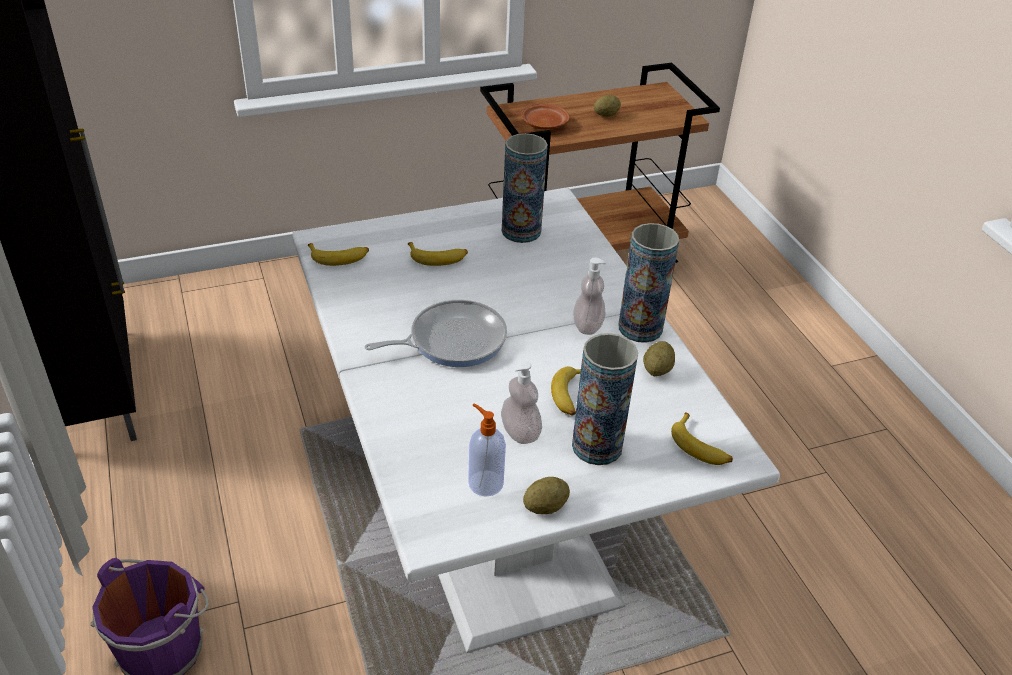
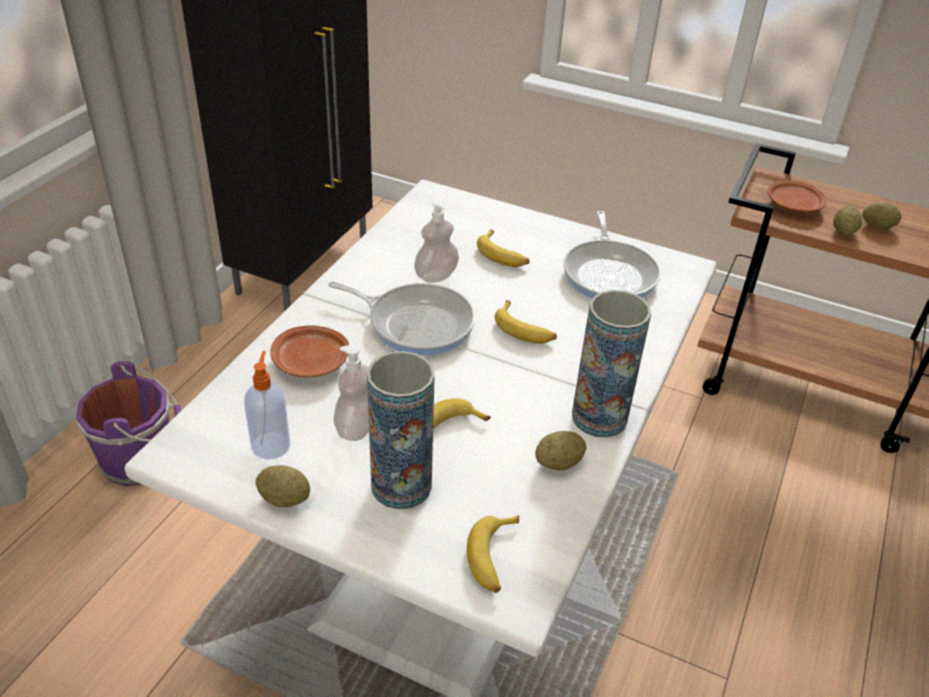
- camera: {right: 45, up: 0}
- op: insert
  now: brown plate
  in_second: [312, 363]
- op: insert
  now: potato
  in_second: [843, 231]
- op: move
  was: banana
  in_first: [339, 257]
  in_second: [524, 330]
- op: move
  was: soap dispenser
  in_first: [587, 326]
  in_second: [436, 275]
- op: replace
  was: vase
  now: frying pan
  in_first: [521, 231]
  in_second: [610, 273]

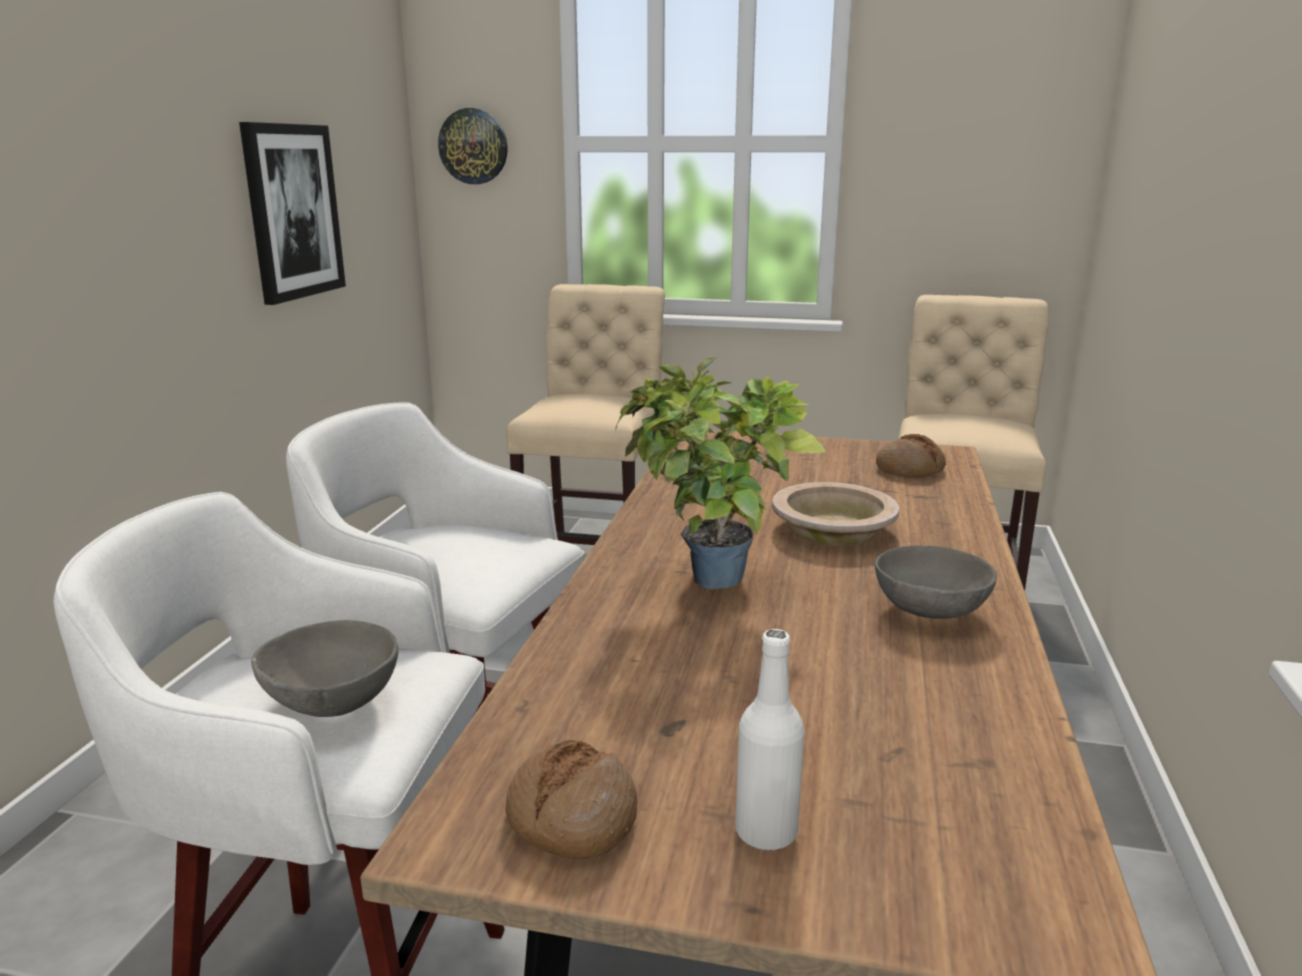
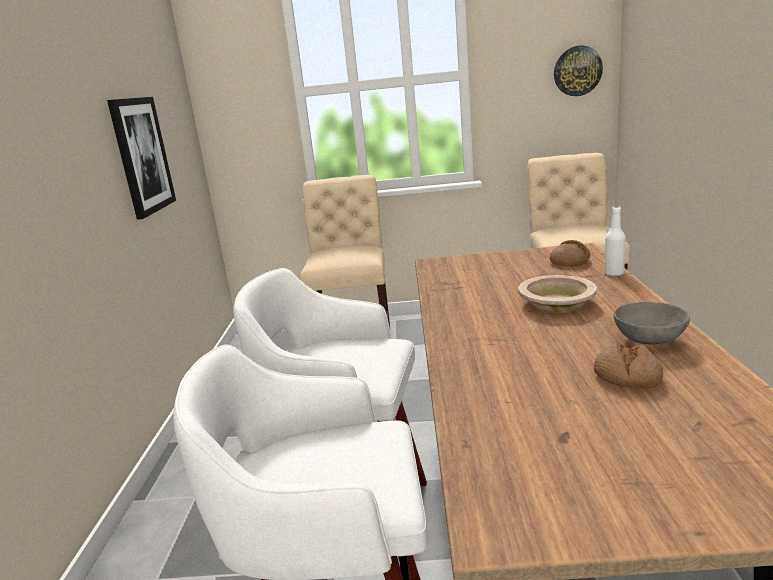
- camera: {right: -10, up: 0}
- op: delete
  was: grey bowl
  in_first: [334, 703]
- op: delete
  was: potted plant
  in_first: [708, 585]
- op: move
  was: wall clock
  in_first: [473, 146]
  in_second: [577, 71]
- op: move
  was: bread
  in_first: [571, 817]
  in_second: [627, 377]
- op: move
  was: white bottle
  in_first: [766, 832]
  in_second: [614, 273]

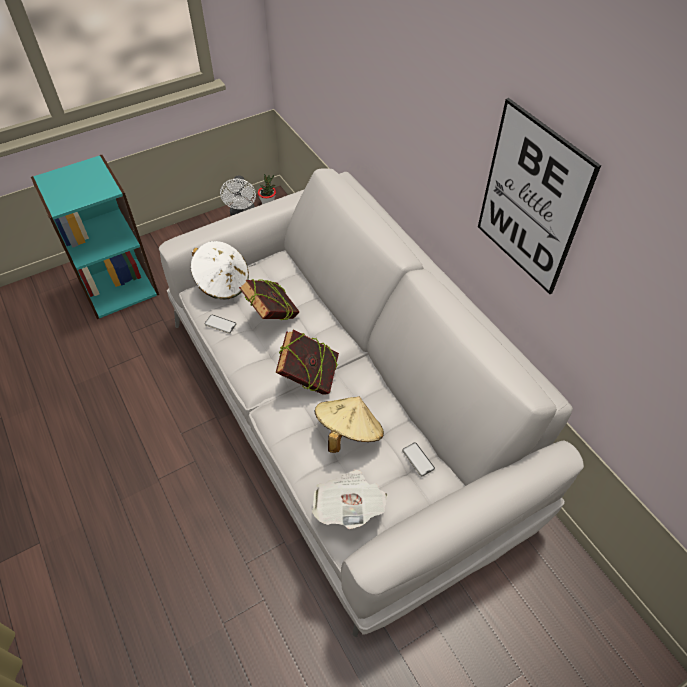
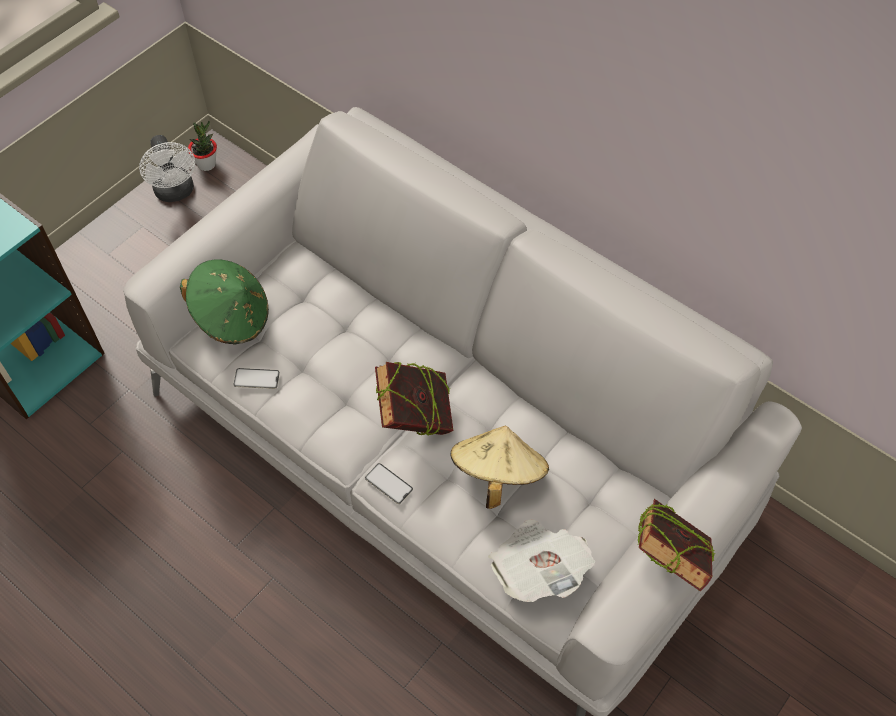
- camera: {right: -20, up: 5}
- op: delete
  was: picture
  in_first: [531, 200]
- op: move
  was: book
  in_first: [272, 318]
  in_second: [668, 562]
- op: move
  was: phone
  in_first: [418, 459]
  in_second: [389, 483]
- op: recolor
  was: white hat
  now: green hat
  in_first: [222, 283]
  in_second: [232, 317]

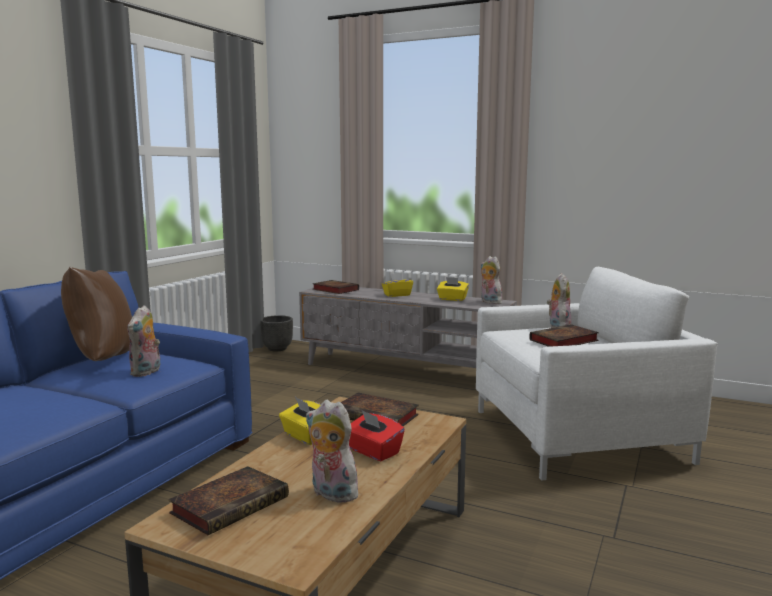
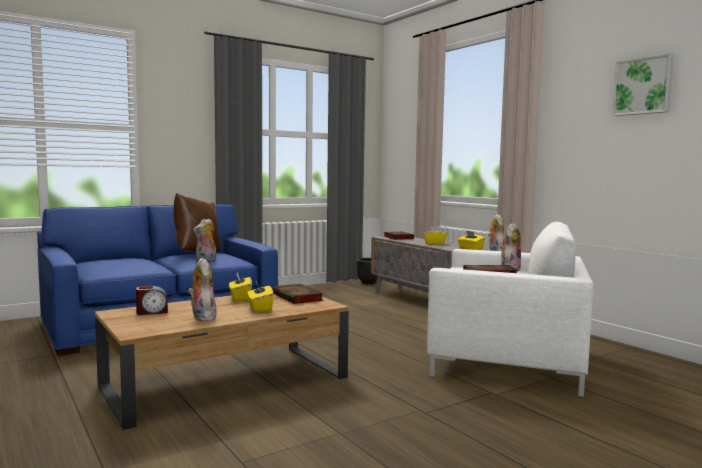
- camera: {right: 30, up: -5}
- op: insert
  now: picture
  in_second: [643, 86]
- op: replace
  was: book
  now: alarm clock
  in_first: [232, 504]
  in_second: [152, 312]
- op: recolor
  was: red tissue box
  now: yellow tissue box
  in_first: [373, 452]
  in_second: [260, 308]

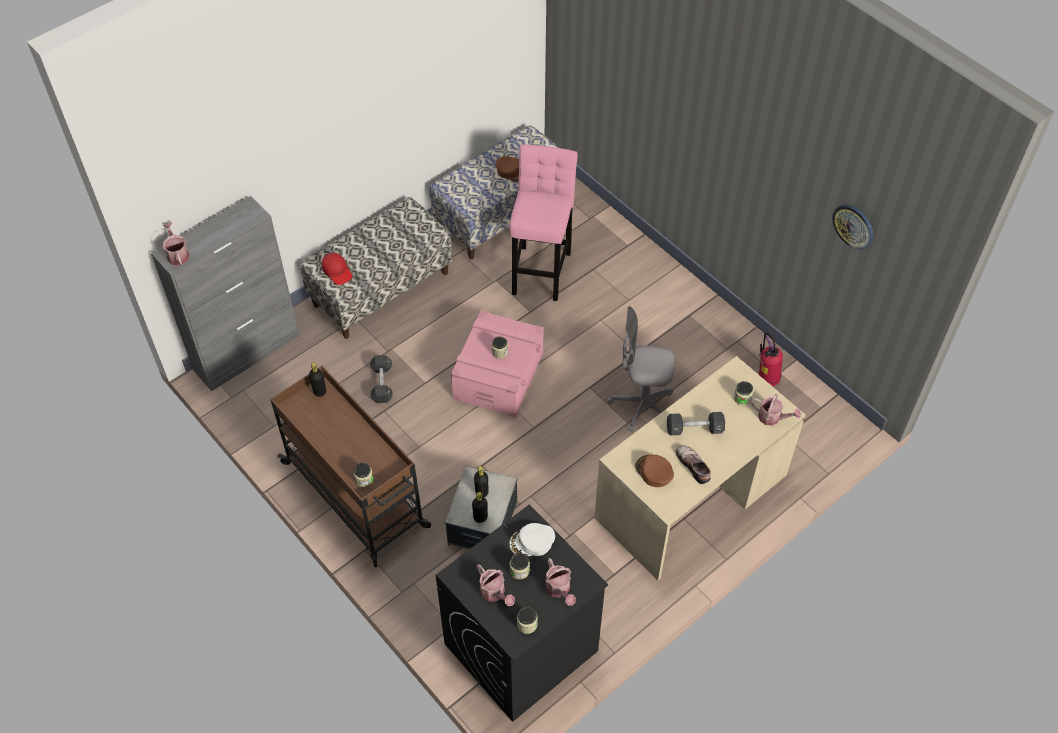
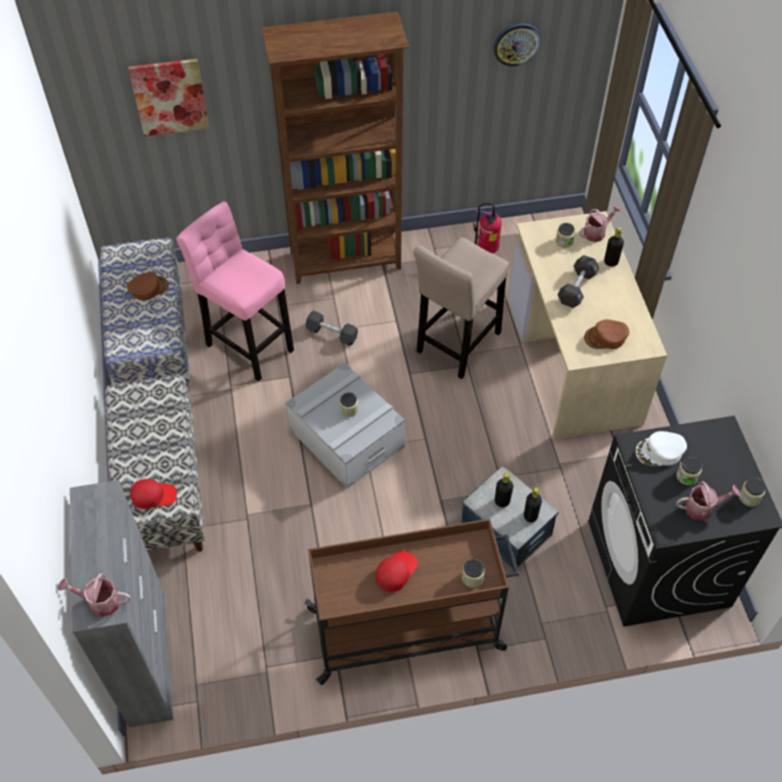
- camera: {right: -60, up: 0}
- op: delete
  was: watering can
  in_first: [559, 589]
- op: delete
  was: shoe
  in_first: [694, 465]
- op: insert
  now: picture
  in_second: [169, 97]
- op: insert
  now: brown bookcase
  in_second: [346, 261]
- op: insert
  now: red cap
  in_second: [396, 572]
- op: move
  was: black bottle
  in_first: [319, 391]
  in_second: [611, 262]
- op: move
  was: black dumbbell
  in_first: [382, 384]
  in_second: [332, 334]
- op: replace
  was: grey office chair
  now: beige stool
  in_first: [642, 406]
  in_second: [456, 346]
- op: recolor
  was: pink storage box
  now: grey storage box
  in_first: [498, 375]
  in_second: [346, 438]
- op: rotate
  was: white cap
  in_first: [532, 542]
  in_second: [660, 452]
  clockwise: 60

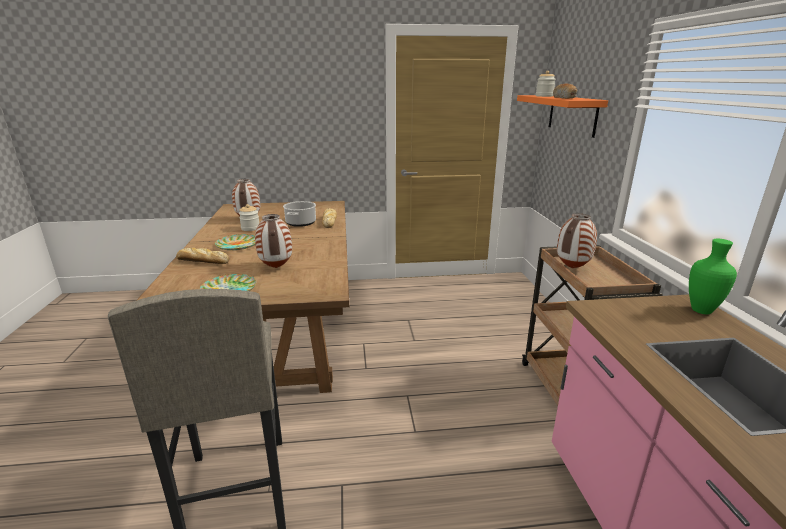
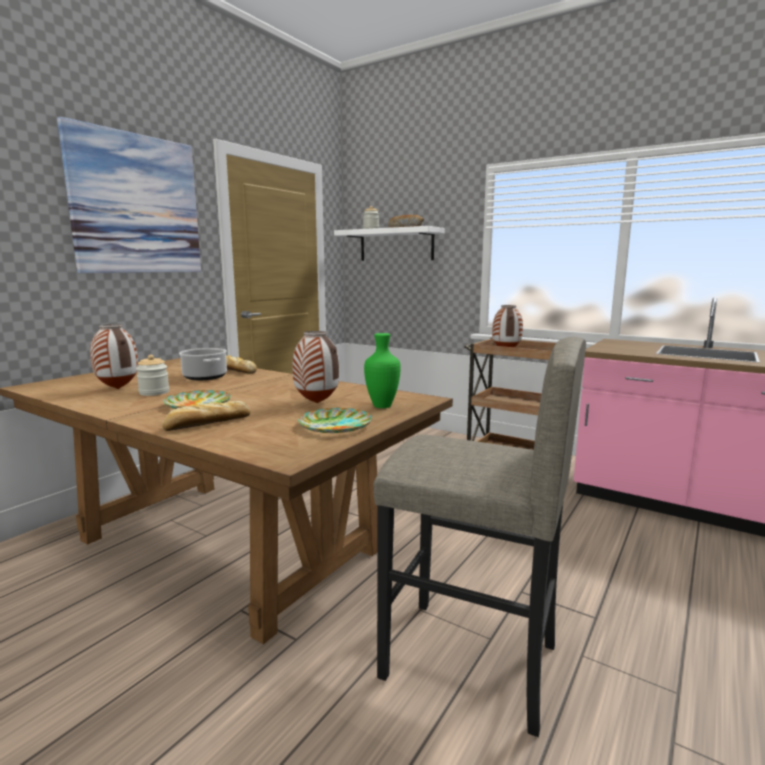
- camera: {right: -50, up: -10}
- op: insert
  now: picture
  in_second: [136, 205]
- op: move
  was: green vase
  in_first: [702, 311]
  in_second: [383, 406]
- op: recolor
  was: orange shelf
  now: white shelf
  in_first: [572, 114]
  in_second: [396, 245]

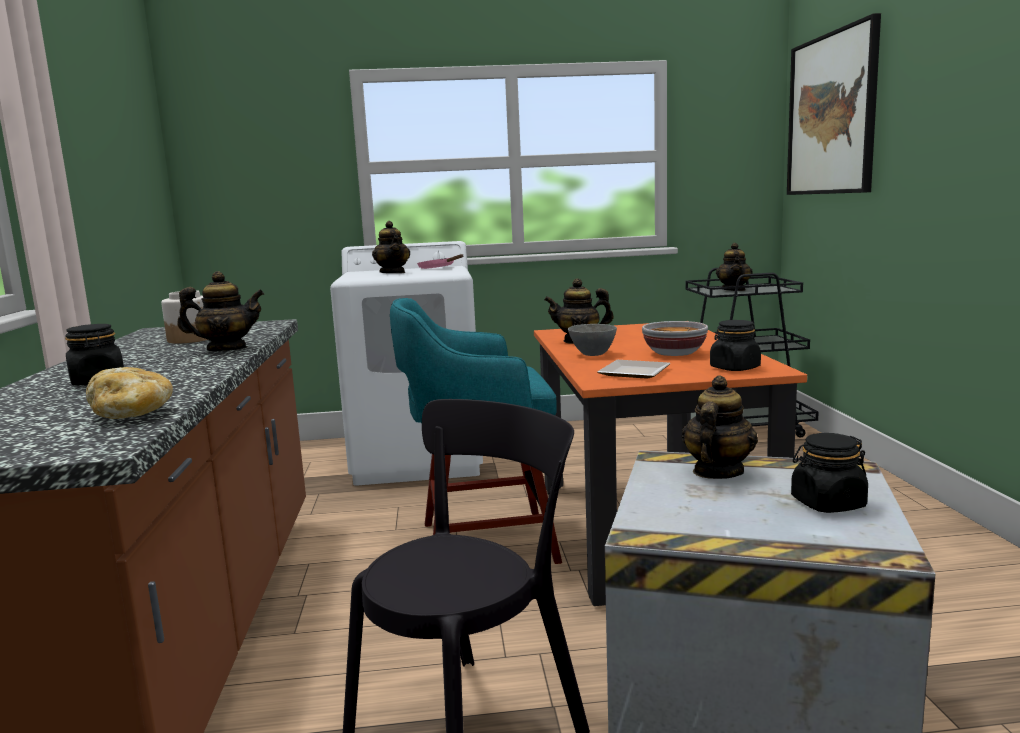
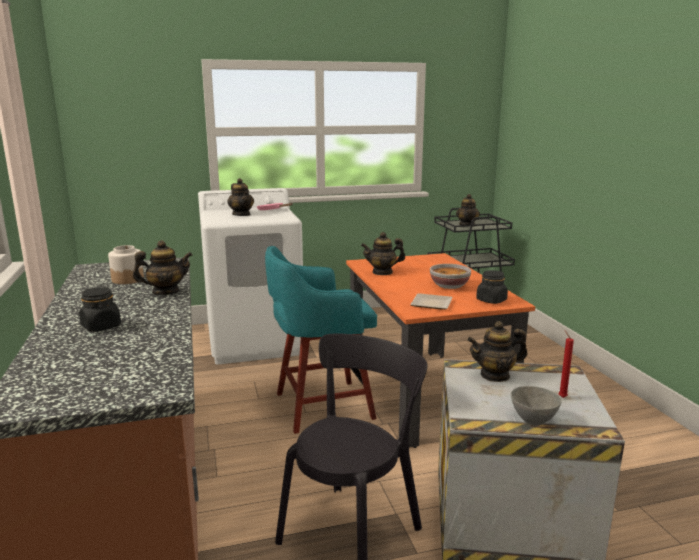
- camera: {right: -10, up: 5}
- op: delete
  was: bread
  in_first: [132, 414]
- op: delete
  was: picture
  in_first: [831, 114]
- op: move
  was: grey bowl
  in_first: [592, 354]
  in_second: [532, 421]
- op: replace
  was: black jar
  now: red candle
  in_first: [827, 504]
  in_second: [561, 397]
- op: rotate
  was: teapot
  in_first: [717, 472]
  in_second: [495, 375]
  clockwise: -120

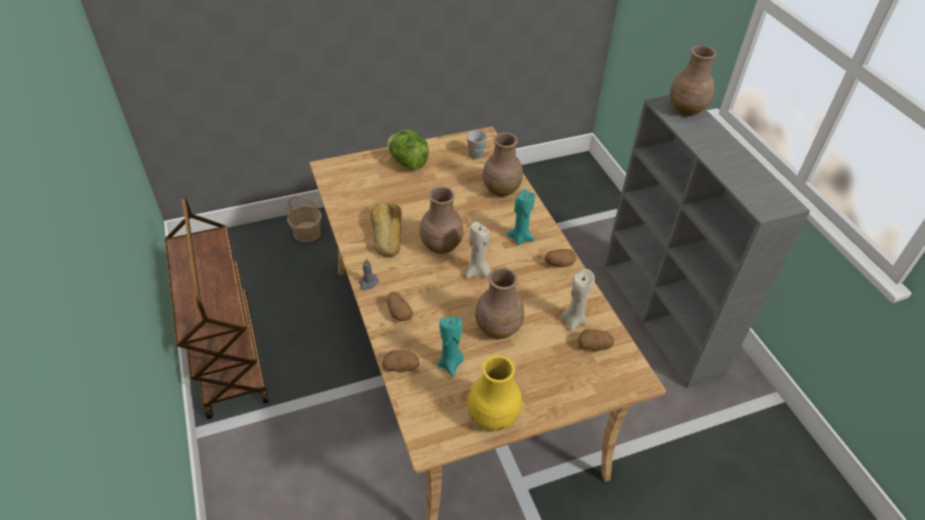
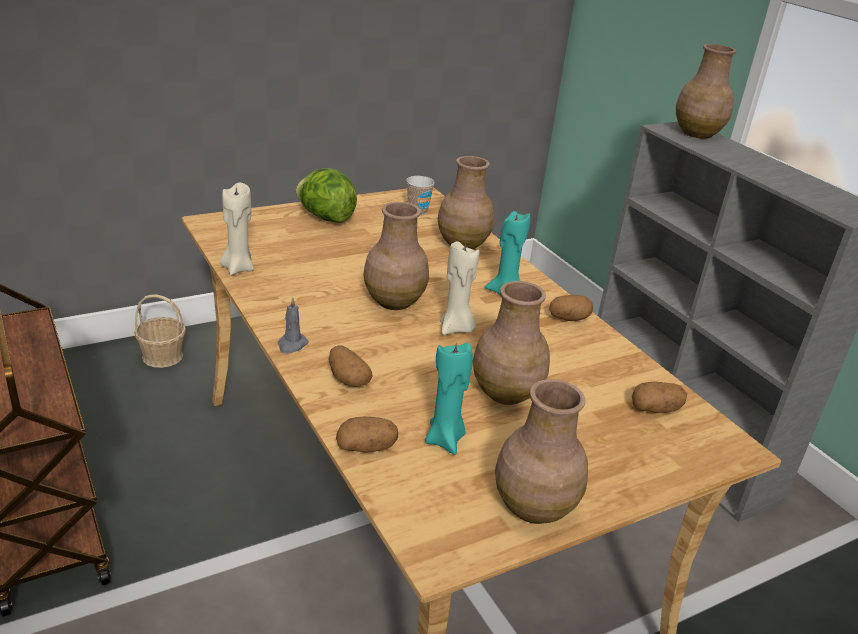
- camera: {right: -10, up: -15}
- op: delete
  was: bread
  in_first: [386, 233]
- op: move
  was: beige candle
  in_first: [573, 320]
  in_second: [238, 268]
- op: recolor
  was: yellow vase
  now: brown vase
  in_first: [492, 416]
  in_second: [533, 506]

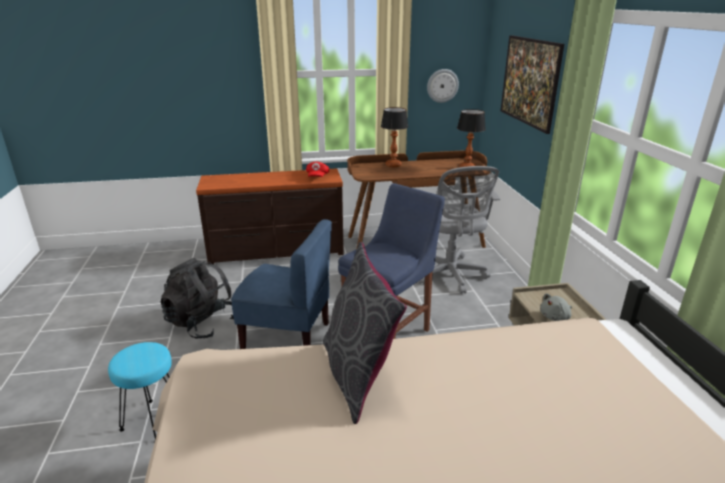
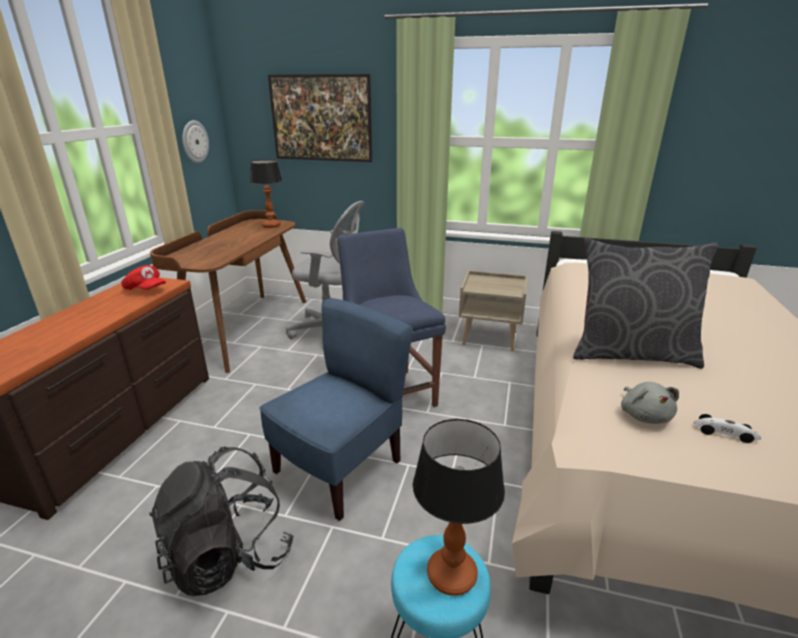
- camera: {right: -65, up: 0}
- op: insert
  now: toy car
  in_second: [725, 433]
- op: move
  was: table lamp
  in_first: [393, 165]
  in_second: [450, 575]
- op: move
  was: grey plush toy
  in_first: [555, 317]
  in_second: [644, 415]

